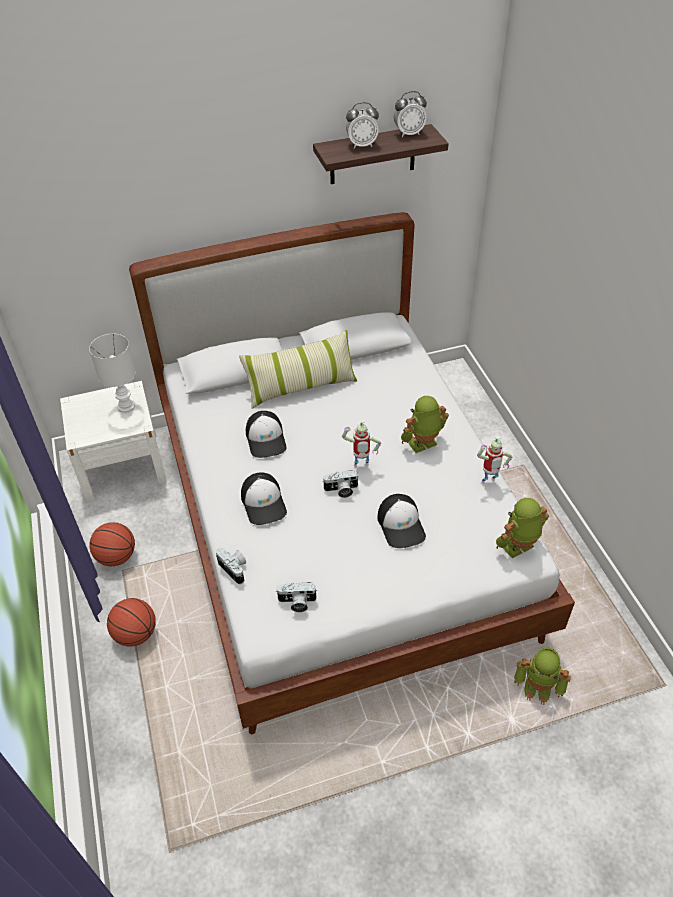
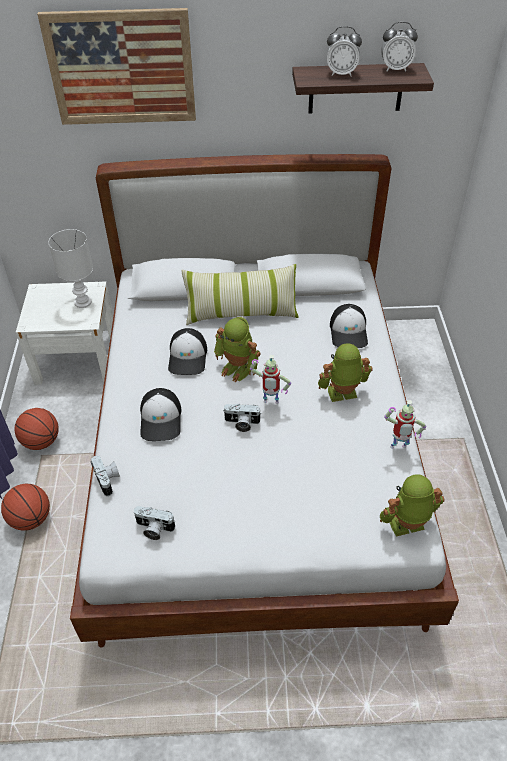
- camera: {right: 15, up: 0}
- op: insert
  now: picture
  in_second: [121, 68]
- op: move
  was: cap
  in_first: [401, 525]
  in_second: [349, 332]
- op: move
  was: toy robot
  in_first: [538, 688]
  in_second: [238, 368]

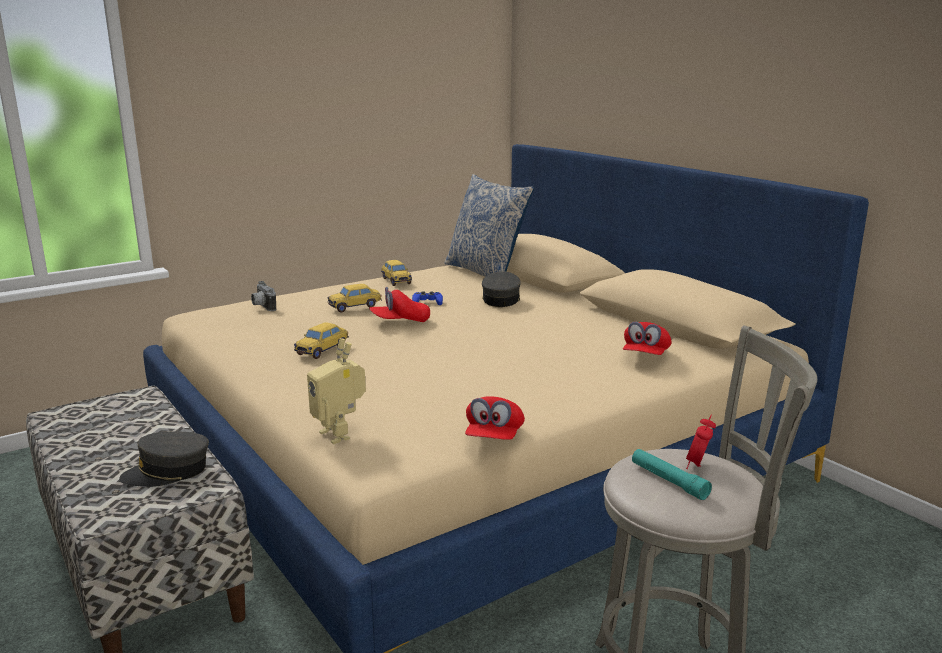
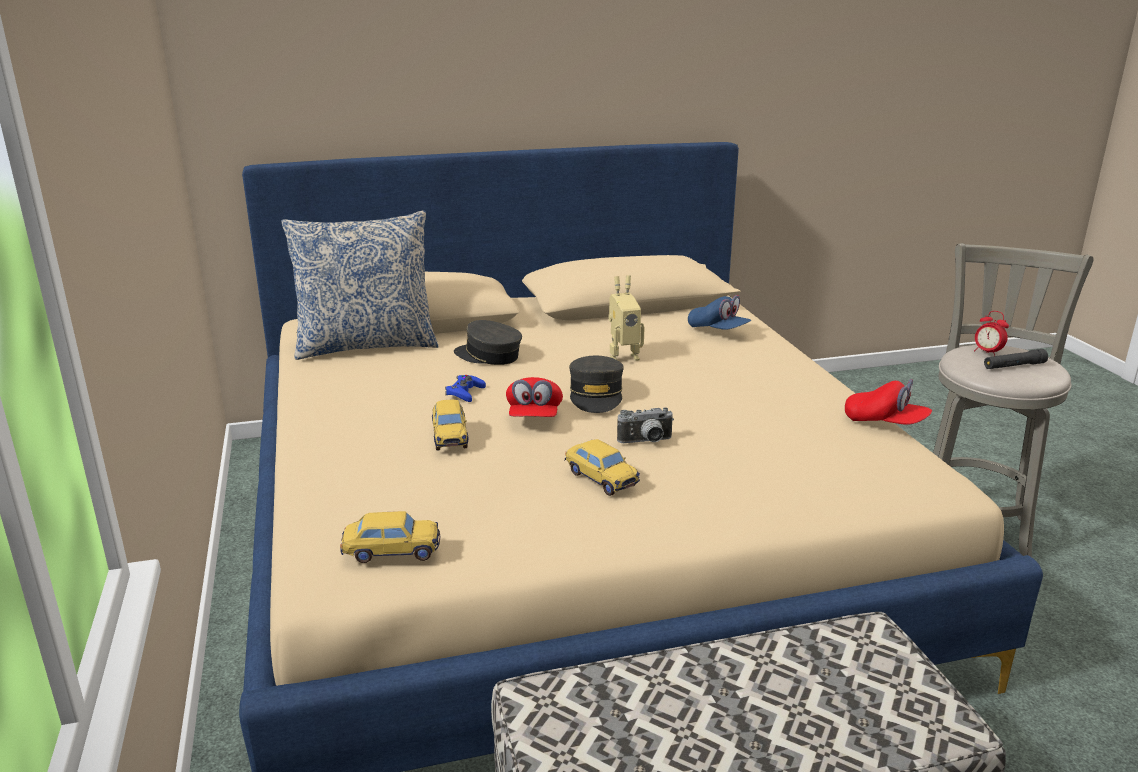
- camera: {right: -70, up: 5}
- op: move
  was: grey cap
  in_first: [167, 472]
  in_second: [596, 395]
- op: move
  was: photo camera
  in_first: [262, 307]
  in_second: [646, 442]
- op: move
  was: toy robot
  in_first: [340, 434]
  in_second: [622, 356]
- op: move
  was: toy car
  in_first: [396, 281]
  in_second: [392, 551]
- op: recolor
  was: red cap
  now: blue cap
  in_first: [645, 356]
  in_second: [718, 330]
- op: recolor
  was: turquoise flashlight
  now: black flashlight
  in_first: [668, 481]
  in_second: [1014, 366]

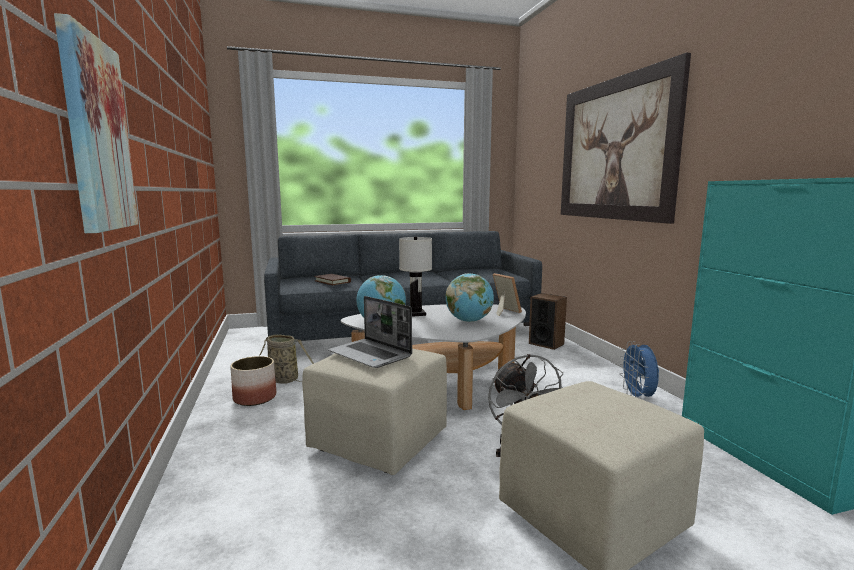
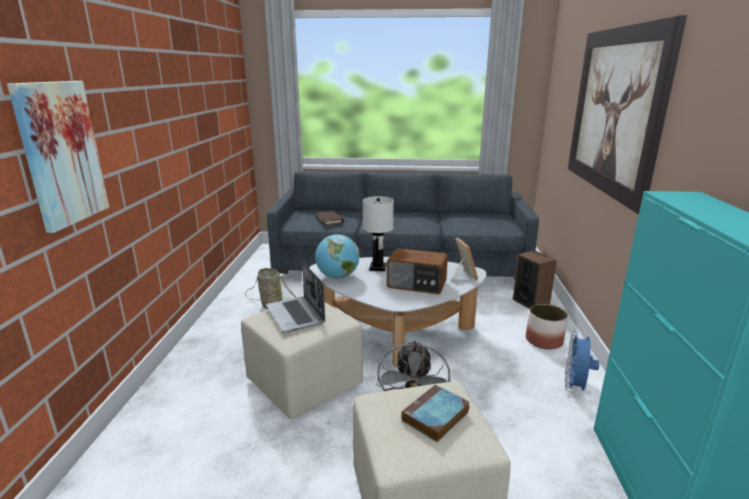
- camera: {right: 20, up: 10}
- op: insert
  now: book
  in_second: [435, 417]
- op: move
  was: planter
  in_first: [255, 398]
  in_second: [543, 340]
- op: replace
  was: globe
  now: radio
  in_first: [469, 321]
  in_second: [417, 284]

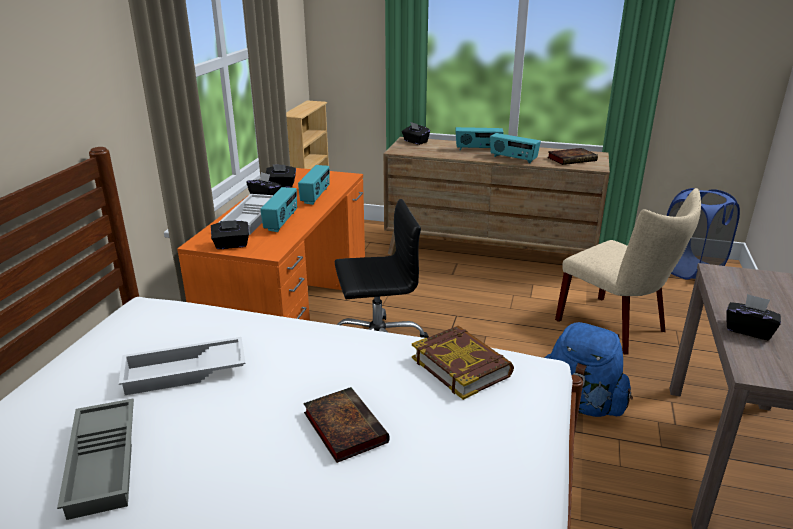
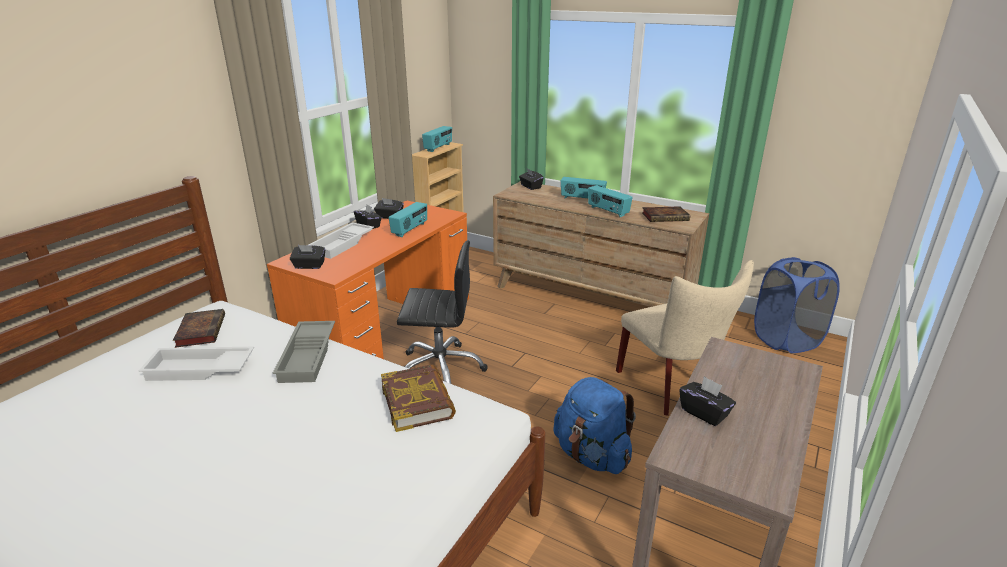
- camera: {right: 15, up: 0}
- op: move
  was: grey tray
  in_first: [105, 462]
  in_second: [309, 356]
- op: move
  was: radio
  in_first: [281, 222]
  in_second: [438, 148]
- op: move
  was: book
  in_first: [343, 426]
  in_second: [201, 330]

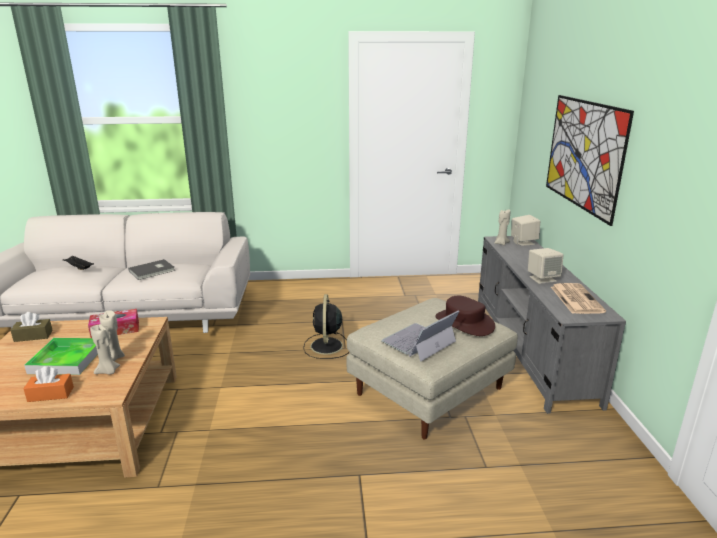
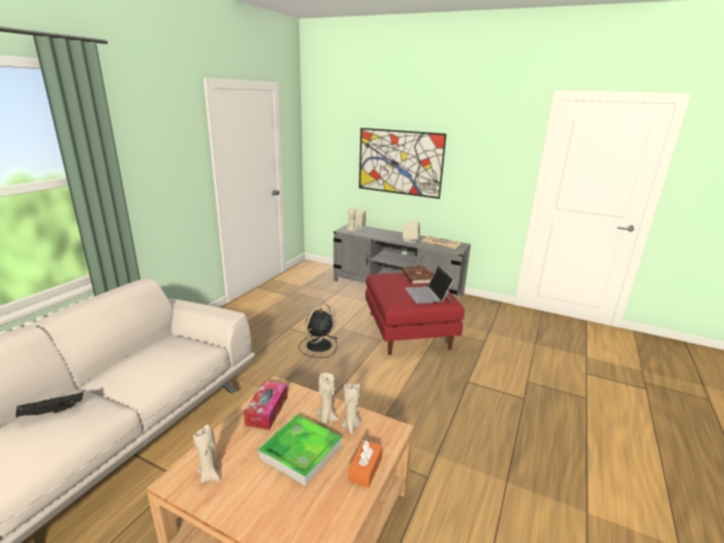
- camera: {right: -60, up: 0}
- op: delete
  was: grey book
  in_first: [153, 271]
- op: replace
  was: brown tissue box
  now: beige candle
  in_first: [33, 336]
  in_second: [210, 475]
- op: replace
  was: brown hat
  now: brown book
  in_first: [464, 322]
  in_second: [417, 277]
- op: recolor
  was: beige ottoman
  now: red ottoman
  in_first: [428, 392]
  in_second: [409, 331]
- op: rotate
  was: black fan
  in_first: [326, 347]
  in_second: [318, 346]
  clockwise: 90

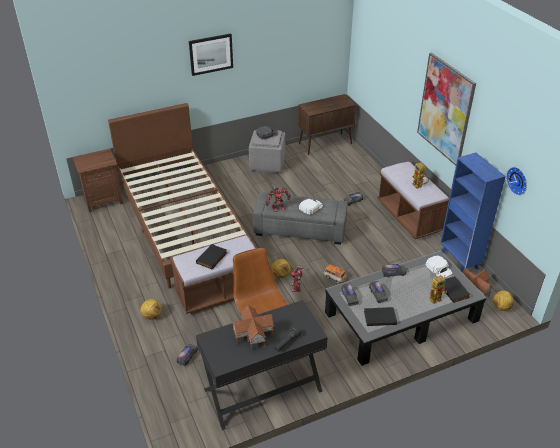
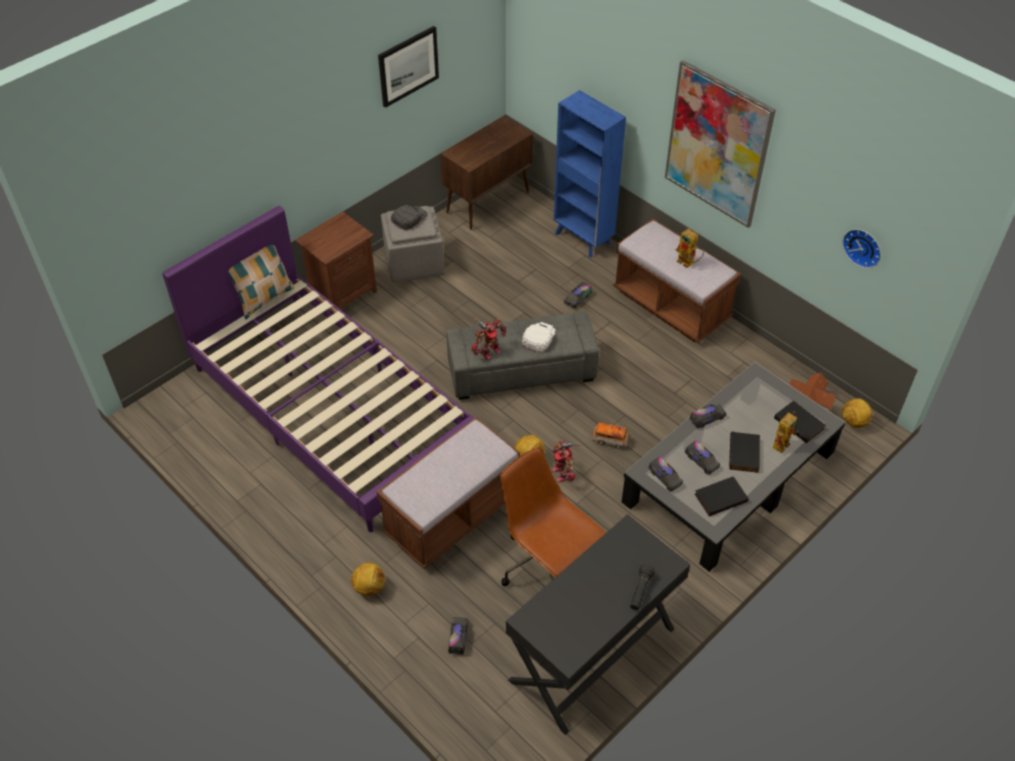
- camera: {right: -20, up: 10}
- op: delete
  was: toy house
  in_first: [252, 335]
- op: delete
  was: white cap
  in_first: [439, 269]
- op: insert
  now: pillow
  in_second: [264, 298]
- op: move
  was: brown nightstand
  in_first: [103, 200]
  in_second: [342, 294]
- op: move
  was: picture
  in_first: [211, 54]
  in_second: [408, 66]
- op: move
  was: black book
  in_first: [212, 258]
  in_second: [745, 454]
- op: move
  was: blue bookcase
  in_first: [459, 261]
  in_second: [583, 239]
- op: recolor
  was: brown bed
  now: purple bed
  in_first: [181, 222]
  in_second: [330, 409]

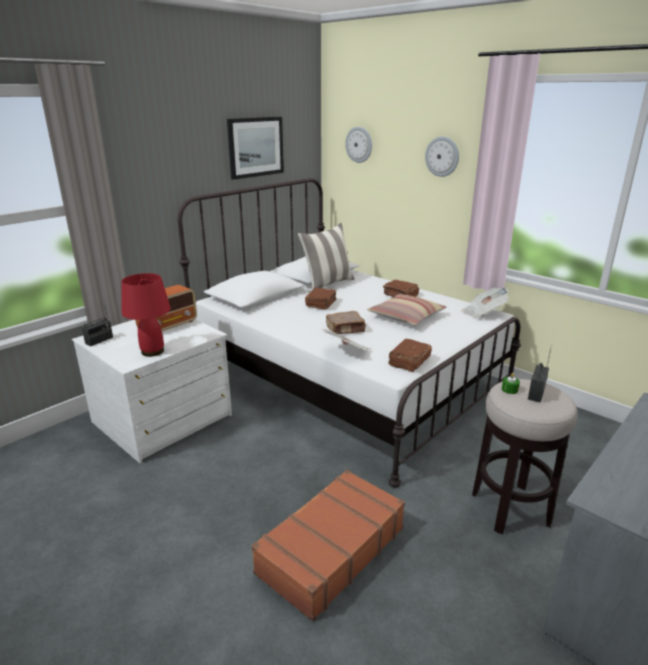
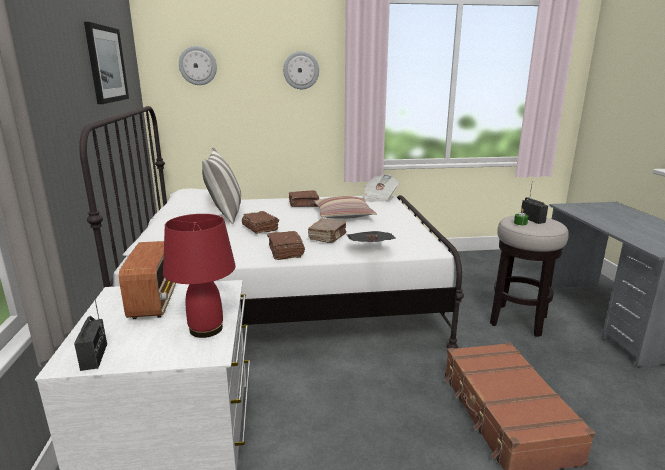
- camera: {right: -50, up: -5}
- op: move
  was: brown book
  in_first: [409, 362]
  in_second: [285, 252]

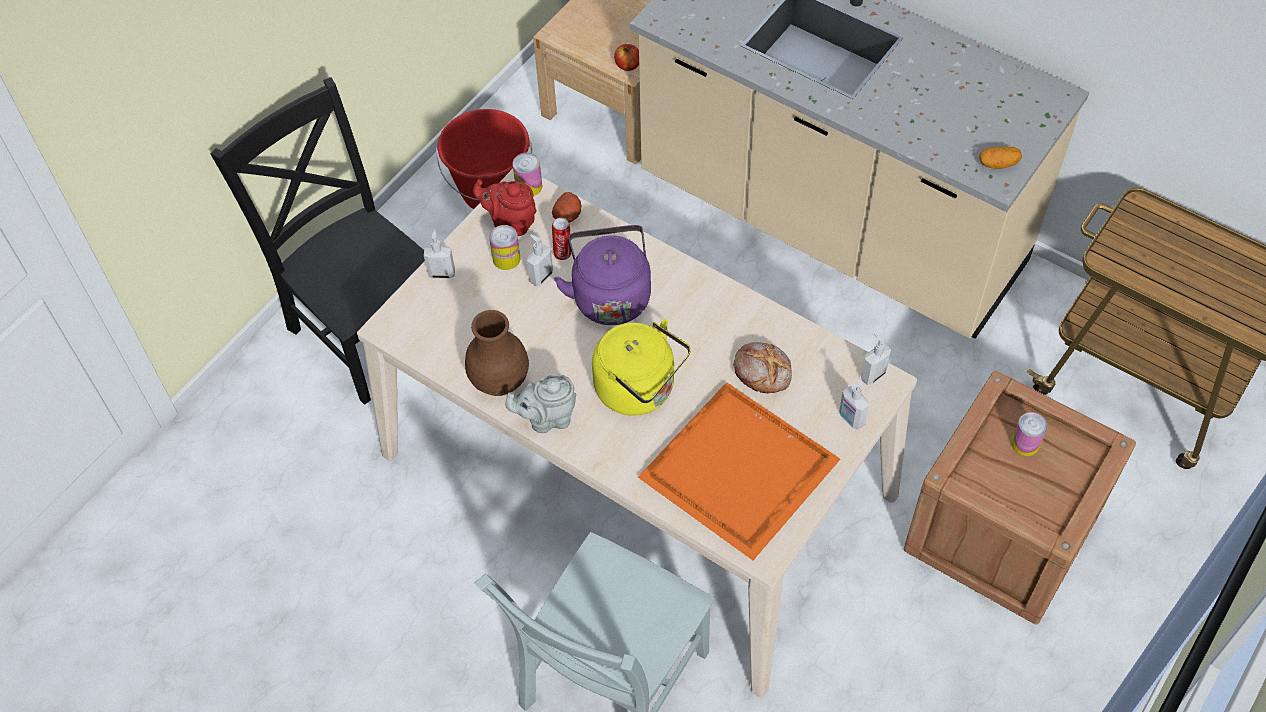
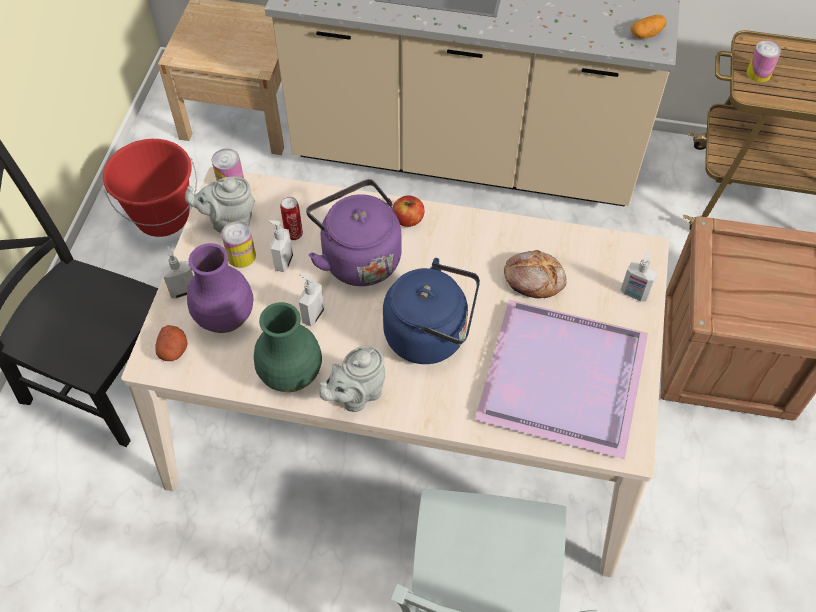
- camera: {right: -25, up: 0}
- op: insert
  now: purple vase
  in_second: [224, 317]
- op: move
  was: potato
  in_first: [567, 215]
  in_second: [173, 350]
- op: move
  was: apple
  in_first: [628, 65]
  in_second: [408, 219]
- op: move
  was: soap dispenser
  in_first: [872, 374]
  in_second: [312, 314]
- op: move
  was: can
  in_first: [1025, 443]
  in_second: [758, 73]
- op: recolor
  was: brown vase
  now: green vase
  in_first: [500, 380]
  in_second: [292, 374]
- op: recolor
  was: red teapot
  now: grey teapot
  in_first: [510, 222]
  in_second: [229, 221]
- op: recolor
  was: yellow kettle
  now: blue kettle
  in_first: [639, 389]
  in_second: [431, 335]
- op: recolor
  was: orange tray
  now: purple tray
  in_first: [743, 471]
  in_second: [566, 377]

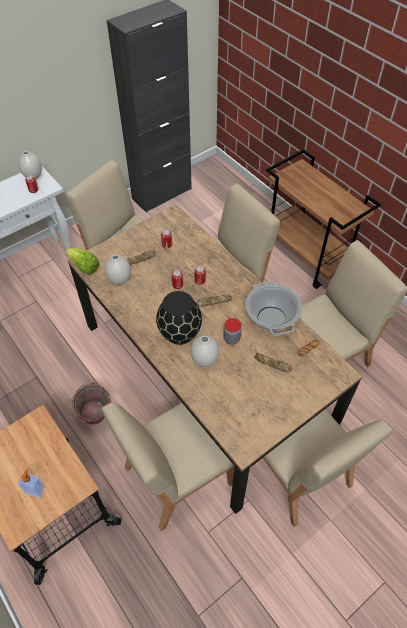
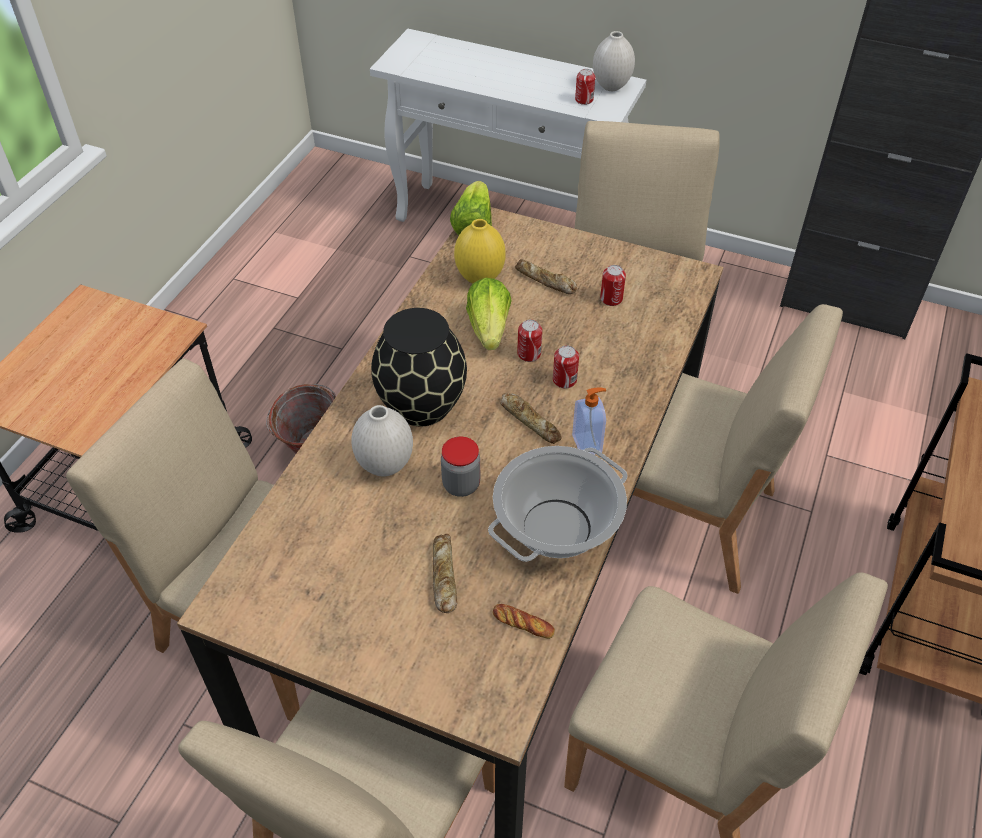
- camera: {right: 60, up: -5}
- op: insert
  now: lettuce
  in_second: [489, 329]
- op: move
  was: soap dispenser
  in_first: [35, 489]
  in_second: [588, 444]
- op: recolor
  was: white vase
  now: yellow vase
  in_first: [119, 280]
  in_second: [479, 278]

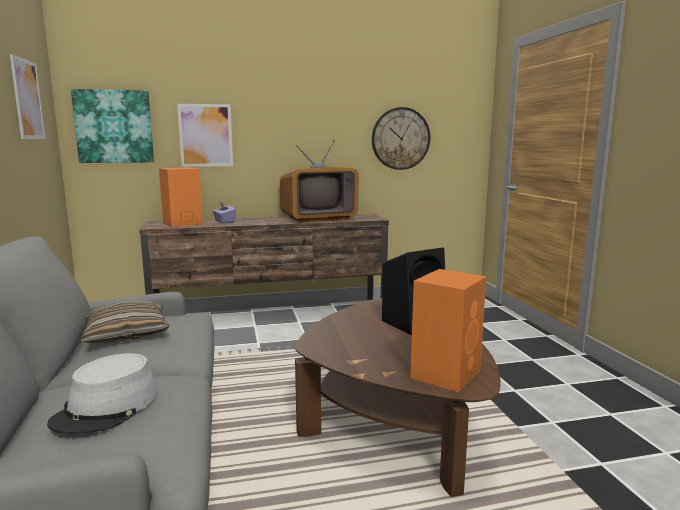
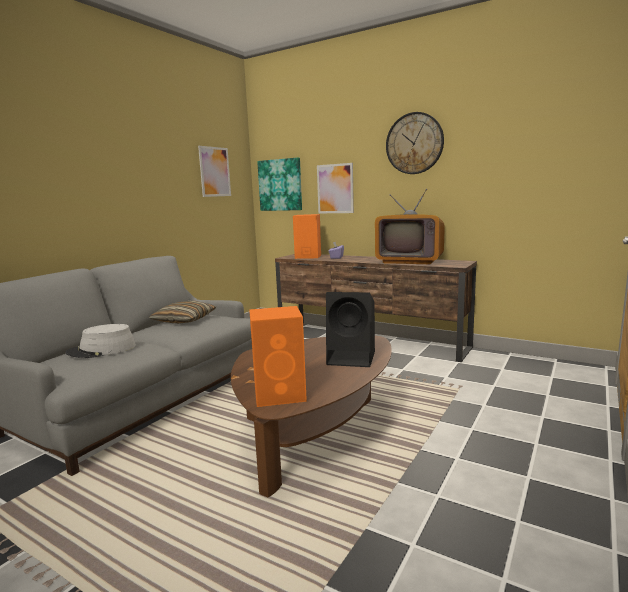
- camera: {right: 45, up: 0}
- op: move
  was: wall clock
  in_first: [400, 138]
  in_second: [414, 143]

